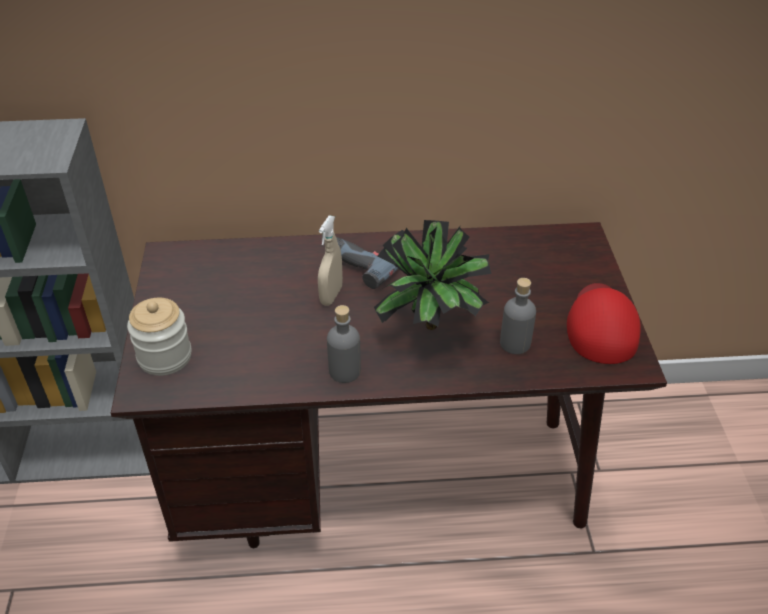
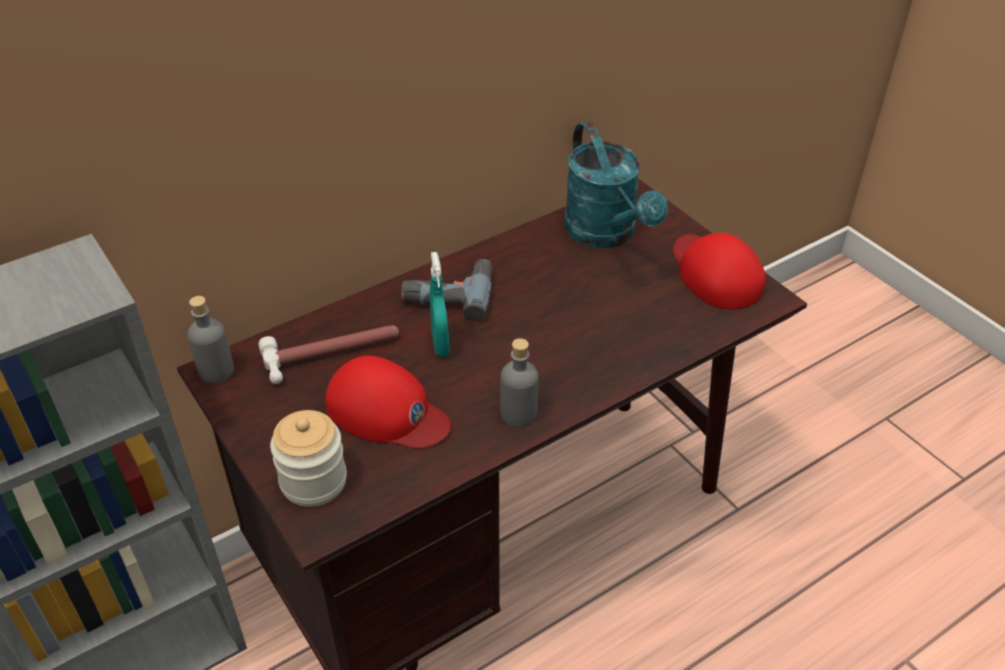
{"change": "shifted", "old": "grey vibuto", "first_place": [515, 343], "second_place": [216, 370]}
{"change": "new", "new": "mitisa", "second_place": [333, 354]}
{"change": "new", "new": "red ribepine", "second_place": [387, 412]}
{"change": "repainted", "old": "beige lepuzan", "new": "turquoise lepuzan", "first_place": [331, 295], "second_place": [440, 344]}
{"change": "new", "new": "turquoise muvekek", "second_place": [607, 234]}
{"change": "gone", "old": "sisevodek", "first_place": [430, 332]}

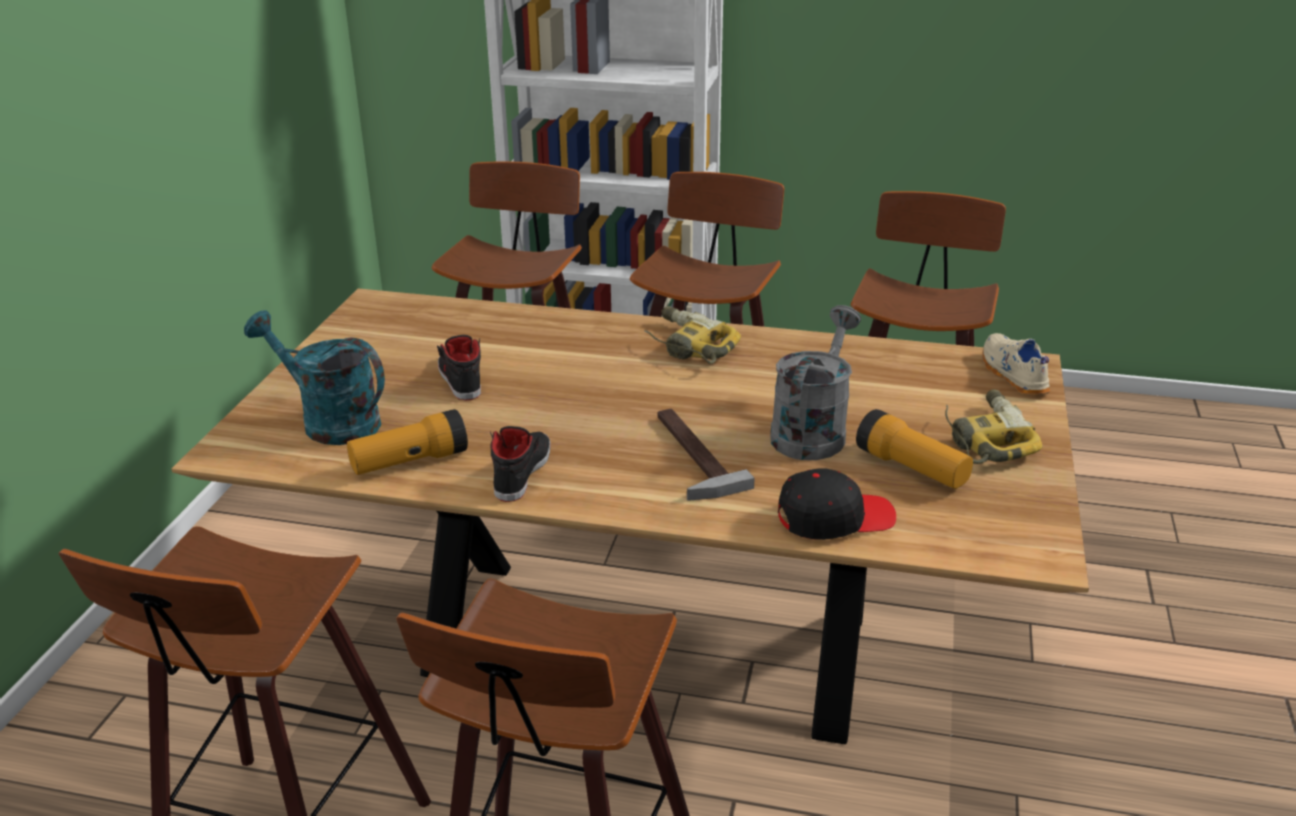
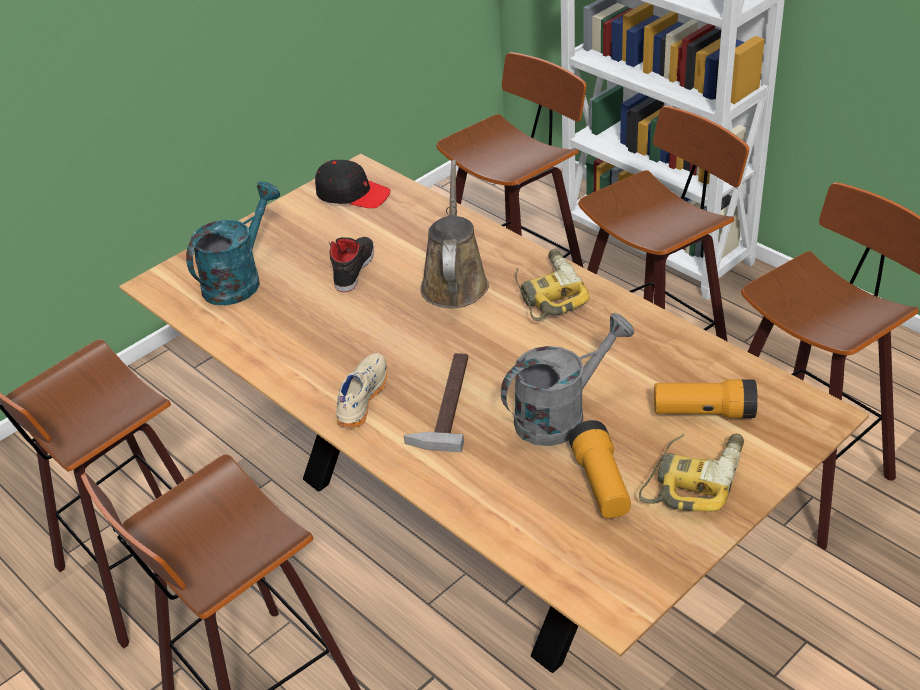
{"change": "rotated", "old": "turquoise muvekek", "first_place": [330, 421], "second_place": [238, 279], "degrees": 60}
{"change": "shifted", "old": "black ribepine", "first_place": [834, 518], "second_place": [352, 194]}
{"change": "shifted", "old": "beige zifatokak", "first_place": [1012, 375], "second_place": [361, 397]}
{"change": "new", "new": "brown muvekek", "second_place": [454, 282]}
{"change": "shifted", "old": "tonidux", "first_place": [410, 462], "second_place": [704, 412]}
{"change": "gone", "old": "black zifatokak", "first_place": [521, 471]}

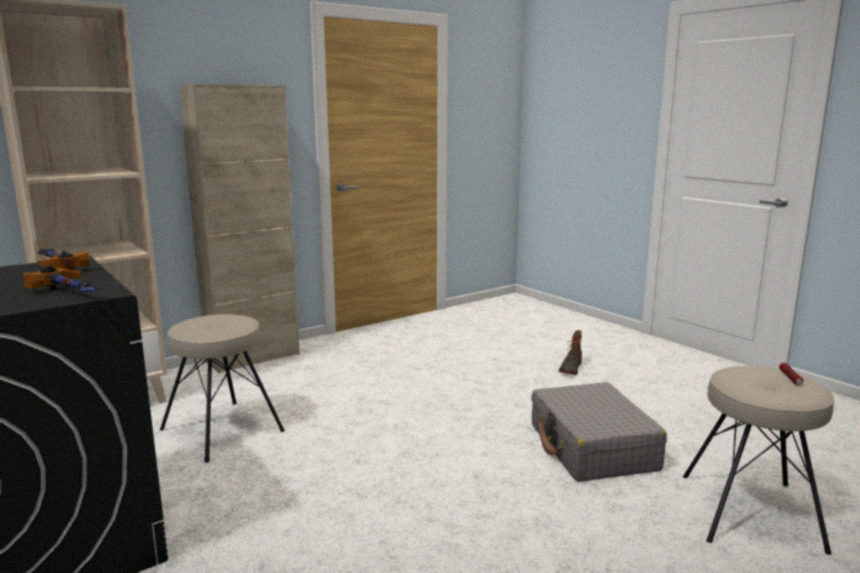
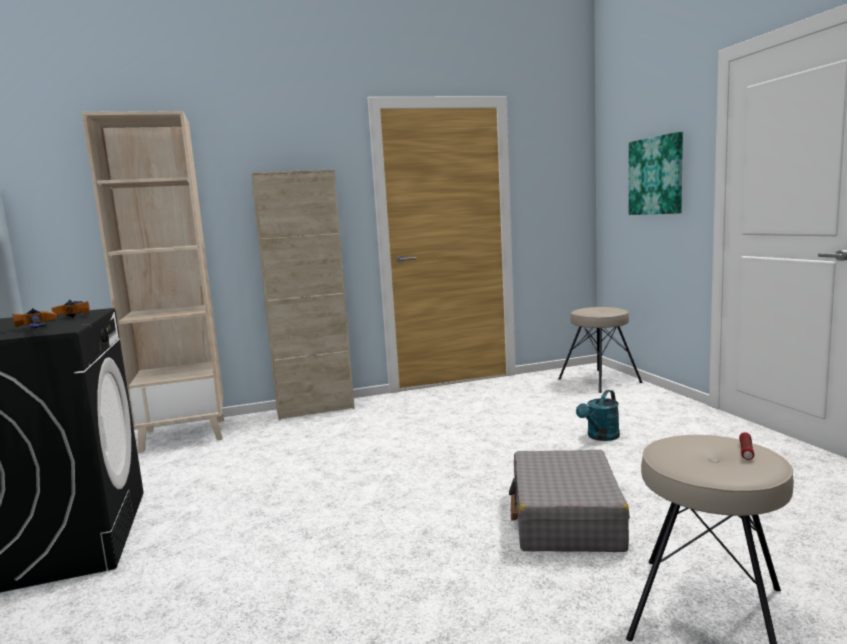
{"change": "shifted", "old": "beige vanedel", "first_place": [223, 429], "second_place": [599, 380]}
{"change": "swapped", "old": "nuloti", "new": "turquoise muvekek", "first_place": [570, 368], "second_place": [600, 437]}
{"change": "new", "new": "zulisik", "second_place": [656, 176]}

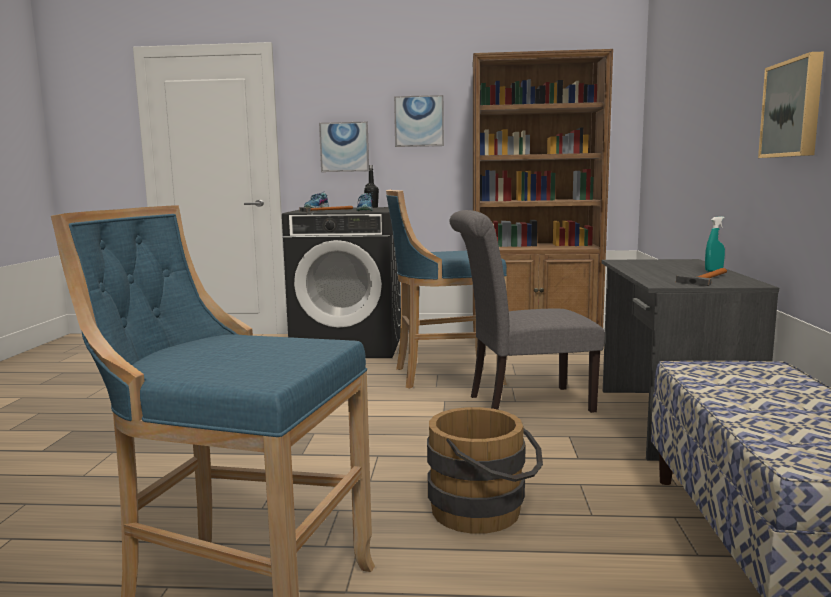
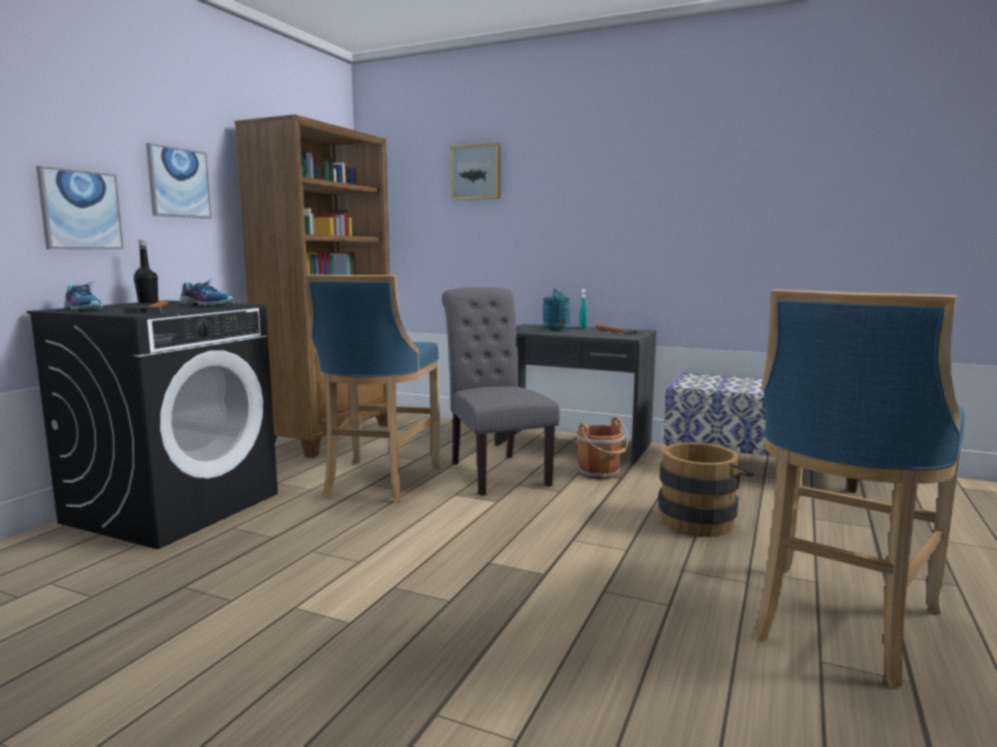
{"change": "rotated", "old": "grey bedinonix", "first_place": [522, 404], "second_place": [495, 471], "degrees": 150}
{"change": "shifted", "old": "zulisik", "first_place": [794, 109], "second_place": [476, 172]}
{"change": "new", "new": "turquoise muvekek", "second_place": [556, 329]}
{"change": "new", "new": "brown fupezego", "second_place": [600, 473]}

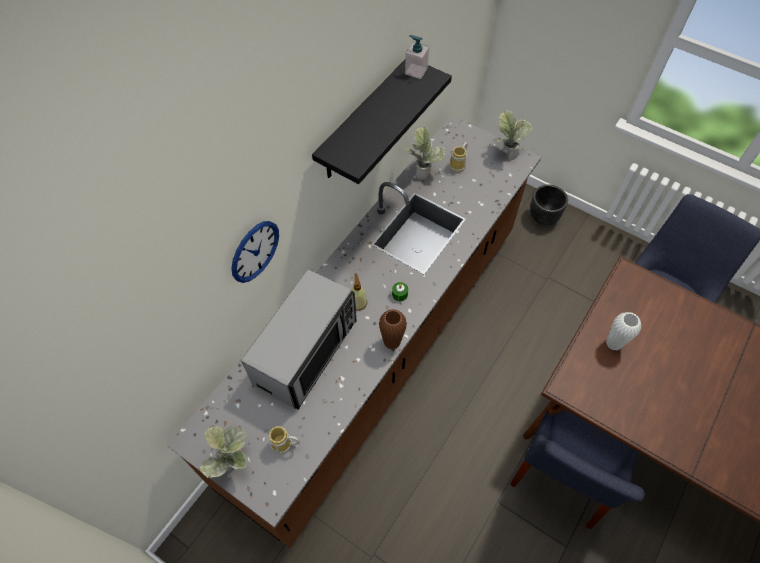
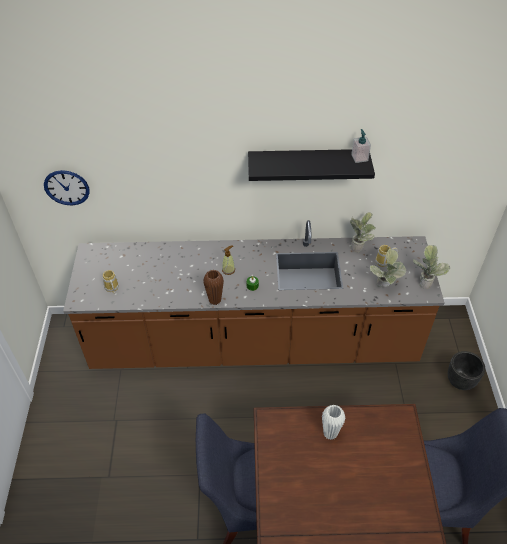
{"change": "shifted", "old": "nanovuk", "first_place": [255, 251], "second_place": [66, 187]}
{"change": "shifted", "old": "sisevodek", "first_place": [234, 463], "second_place": [384, 287]}
{"change": "gone", "old": "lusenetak", "first_place": [307, 352]}

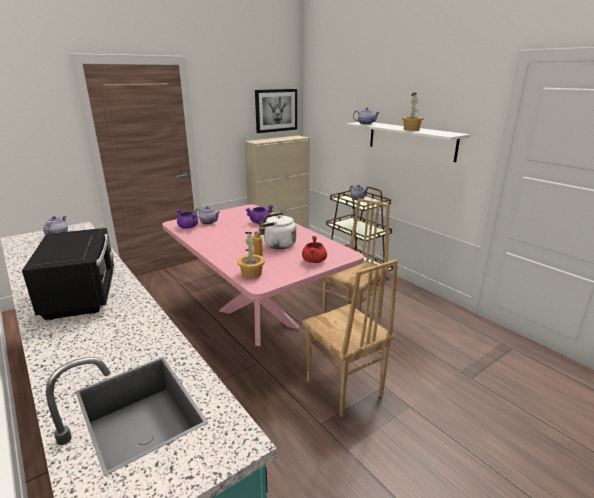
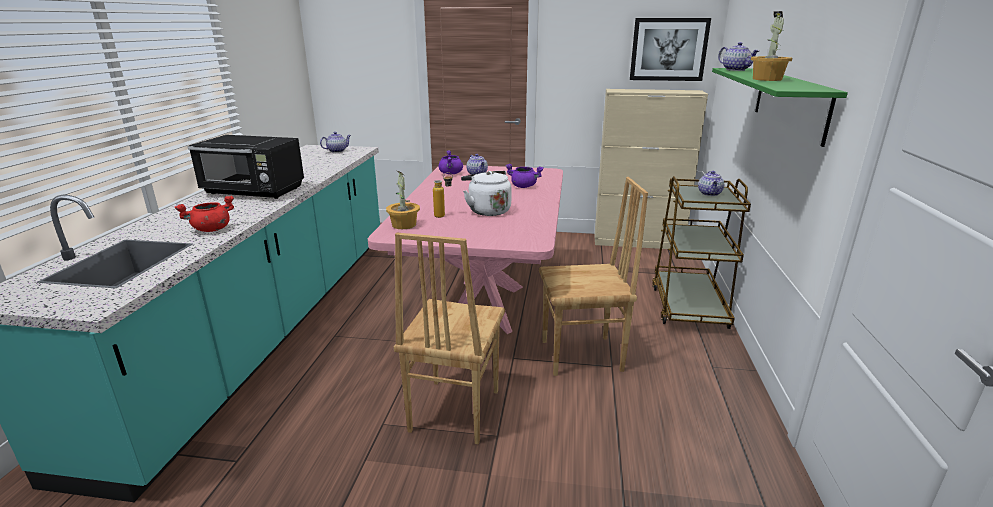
{"change": "shifted", "old": "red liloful", "first_place": [314, 261], "second_place": [211, 229]}
{"change": "rotated", "old": "black lusenetak", "first_place": [82, 295], "second_place": [254, 191], "degrees": 75}
{"change": "repainted", "old": "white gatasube", "new": "green gatasube", "first_place": [410, 140], "second_place": [790, 102]}

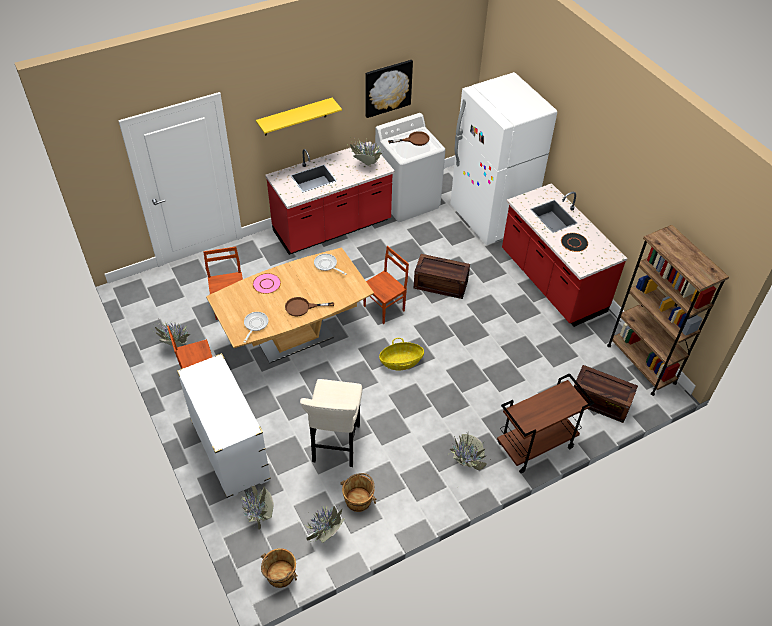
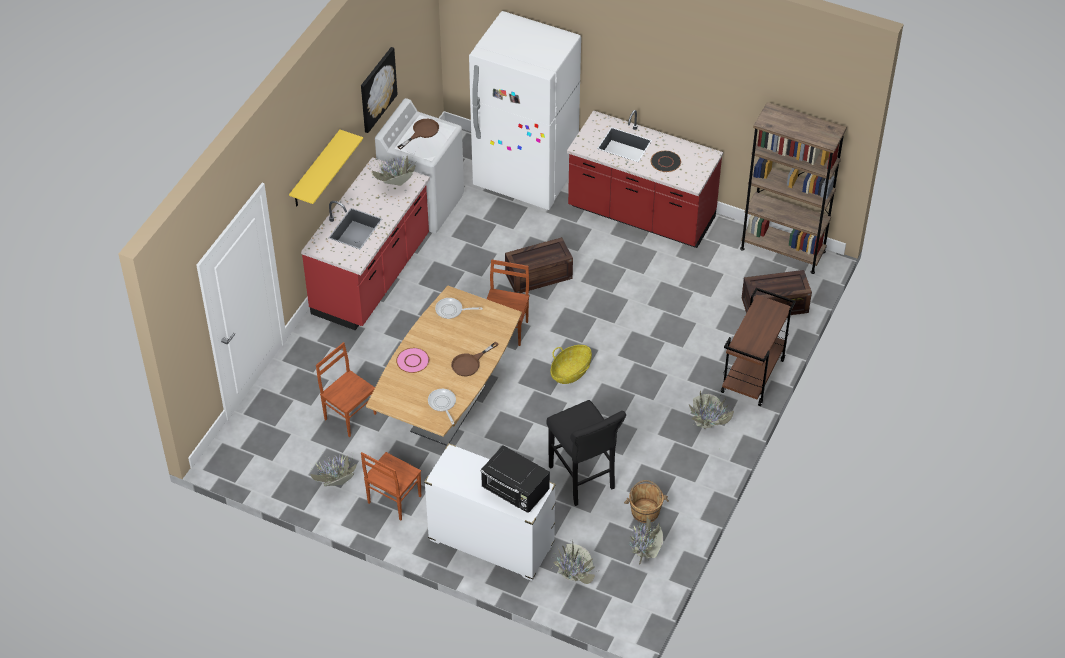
{"change": "new", "new": "black lusenetak", "second_place": [515, 492]}
{"change": "repainted", "old": "beige vanedel", "new": "black vanedel", "first_place": [335, 446], "second_place": [583, 480]}
{"change": "gone", "old": "brown fupezego", "first_place": [280, 575]}

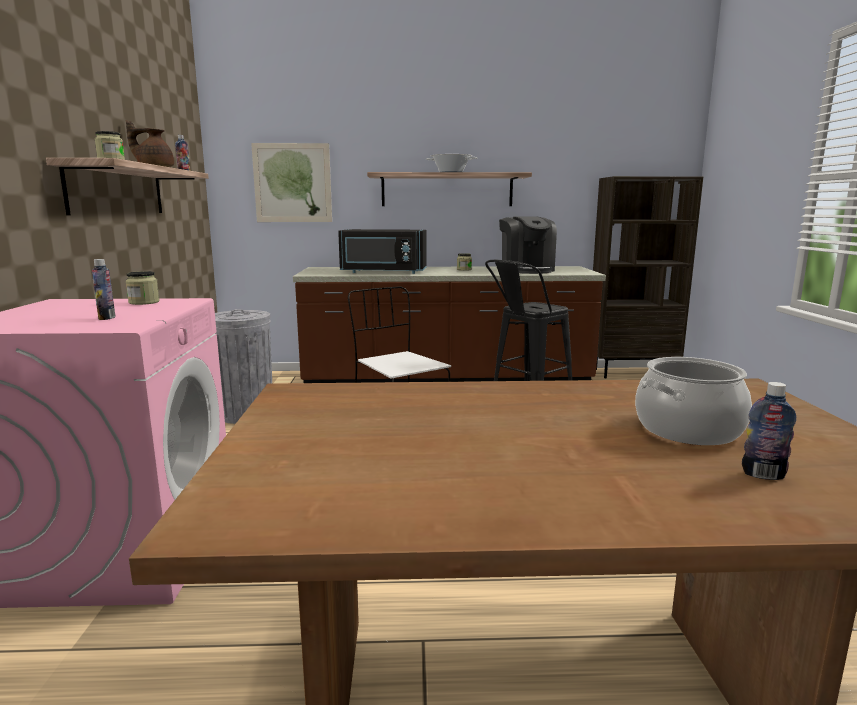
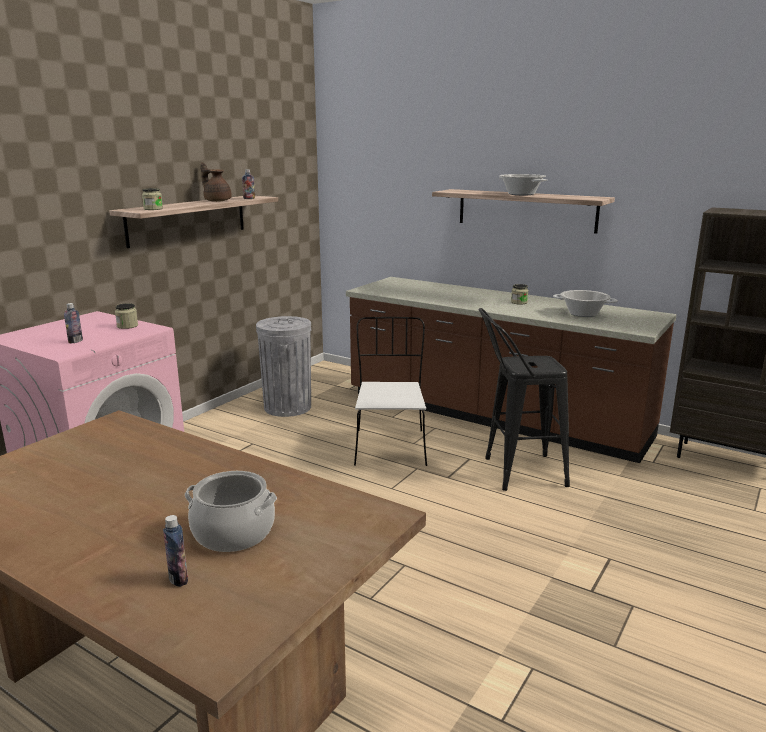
{"change": "swapped", "old": "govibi", "new": "liloful", "first_place": [526, 270], "second_place": [583, 313]}
{"change": "gone", "old": "zulisik", "first_place": [292, 183]}
{"change": "gone", "old": "black lusenetak", "first_place": [383, 272]}

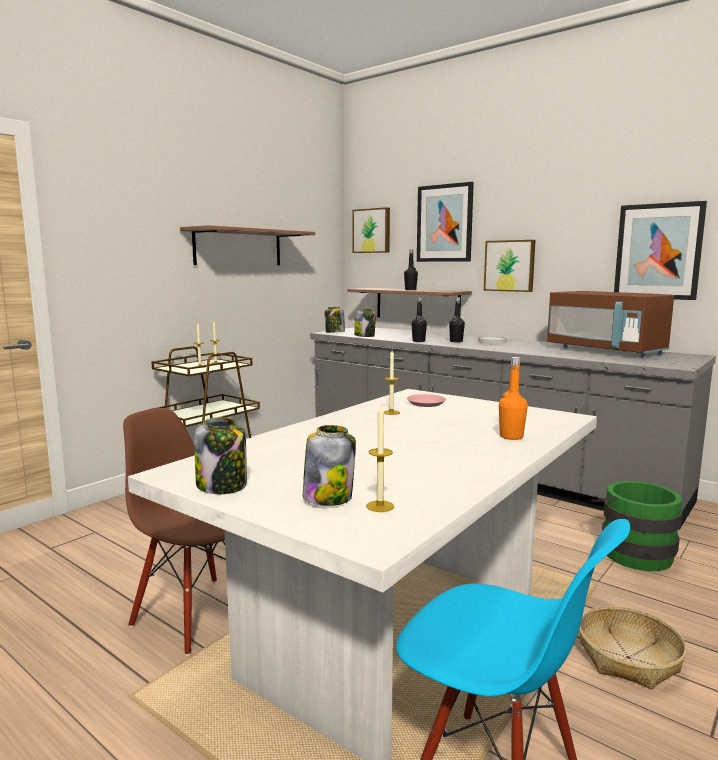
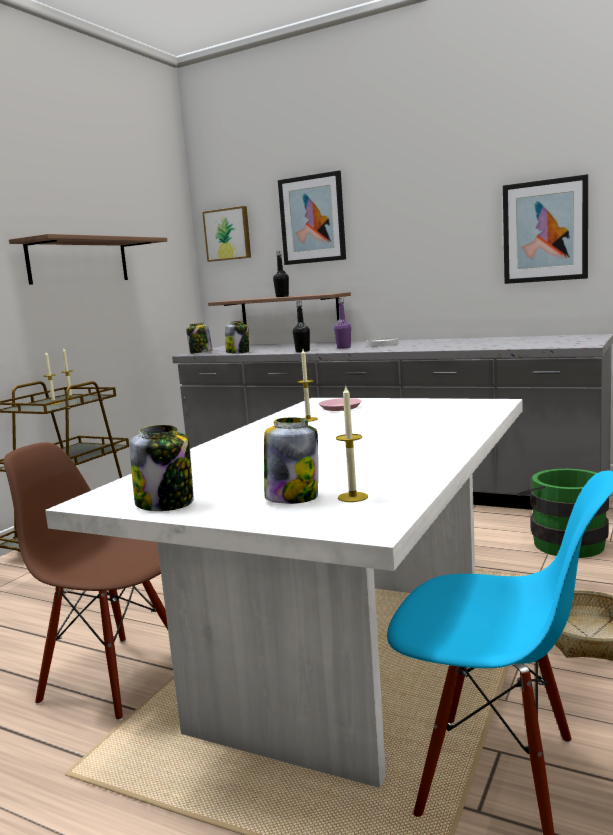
{"change": "repainted", "old": "black vibuto", "new": "purple vibuto", "first_place": [456, 341], "second_place": [343, 347]}
{"change": "gone", "old": "zulisik", "first_place": [510, 266]}
{"change": "gone", "old": "orange vibuto", "first_place": [511, 437]}
{"change": "gone", "old": "brown lusenetak", "first_place": [605, 351]}

